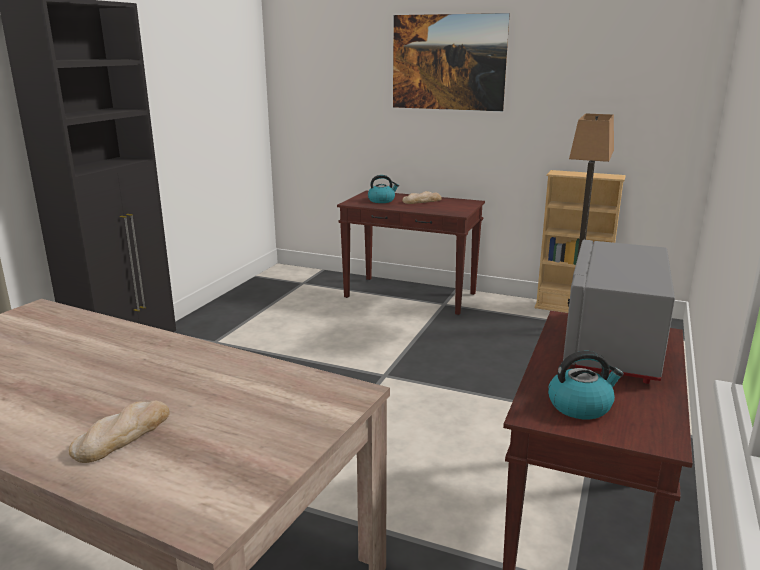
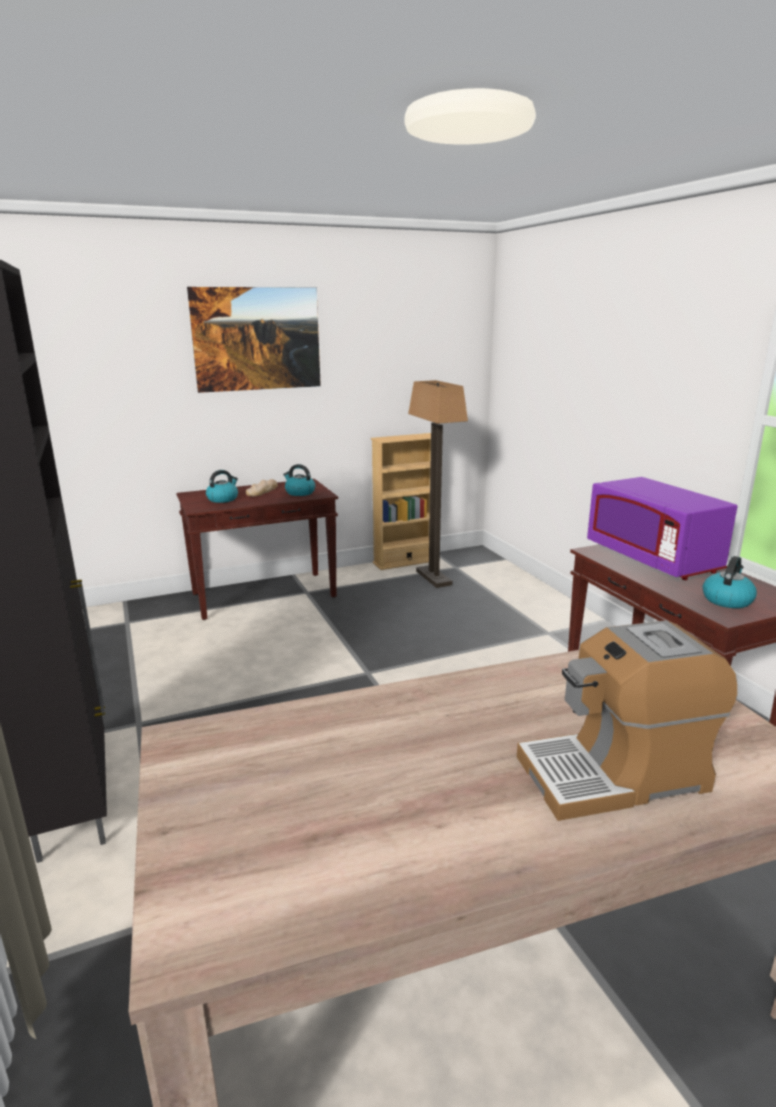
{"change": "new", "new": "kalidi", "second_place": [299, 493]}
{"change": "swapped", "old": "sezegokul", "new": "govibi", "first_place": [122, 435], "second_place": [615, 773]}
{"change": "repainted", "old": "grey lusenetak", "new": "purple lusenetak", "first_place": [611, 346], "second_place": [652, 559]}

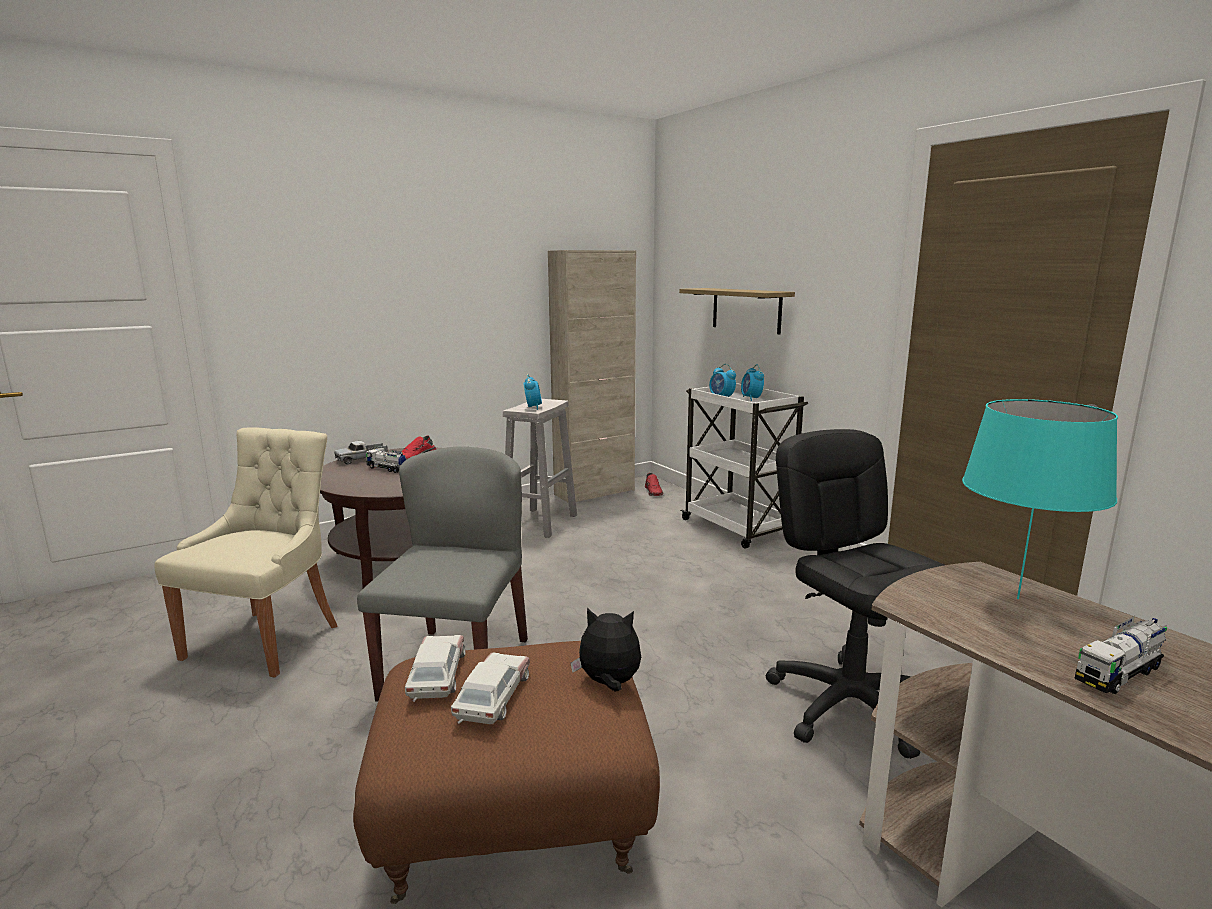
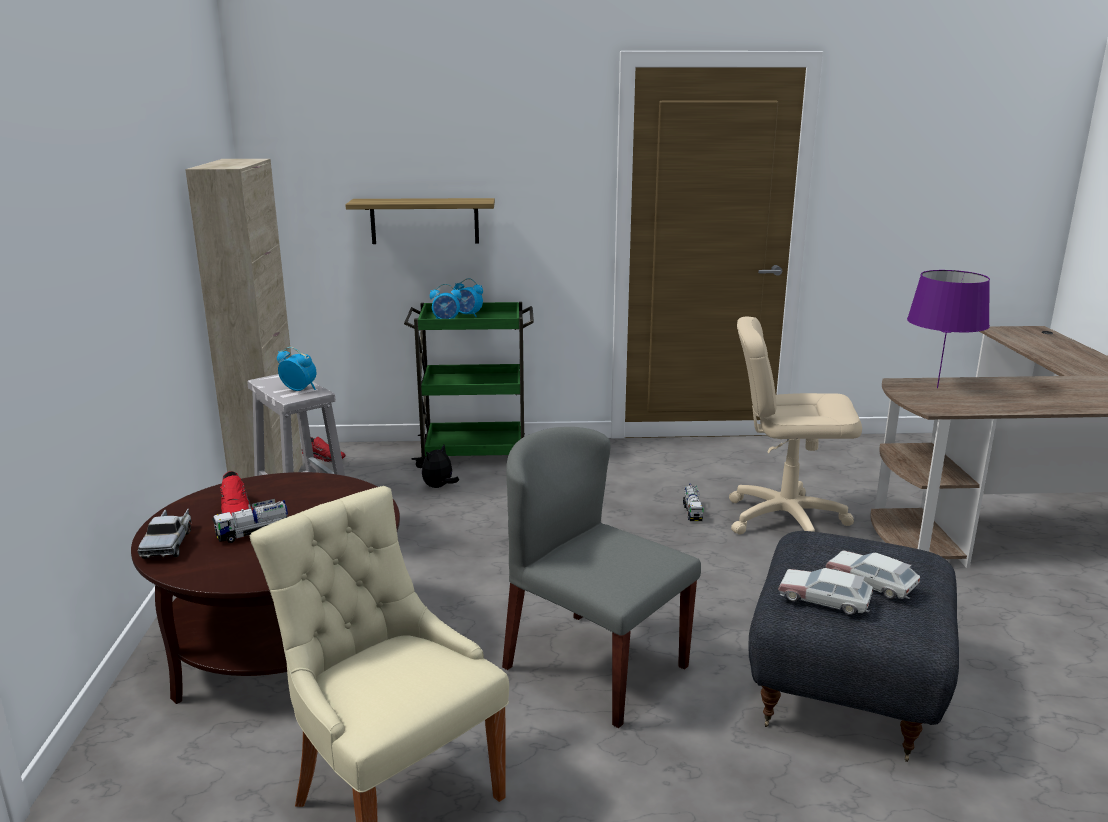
{"change": "repainted", "old": "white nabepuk", "new": "green nabepuk", "first_place": [738, 528], "second_place": [475, 454]}
{"change": "shifted", "old": "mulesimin", "first_place": [609, 684], "second_place": [439, 487]}
{"change": "shifted", "old": "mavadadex", "first_place": [1118, 674], "second_place": [692, 512]}
{"change": "repainted", "old": "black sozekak", "new": "beige sozekak", "first_place": [850, 705], "second_place": [785, 519]}
{"change": "repainted", "old": "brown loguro", "new": "grey loguro", "first_place": [513, 827], "second_place": [847, 688]}
{"change": "repainted", "old": "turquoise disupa", "new": "purple disupa", "first_place": [1018, 599], "second_place": [937, 388]}

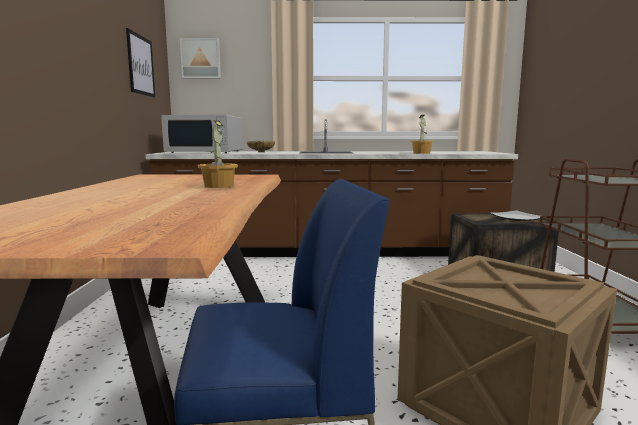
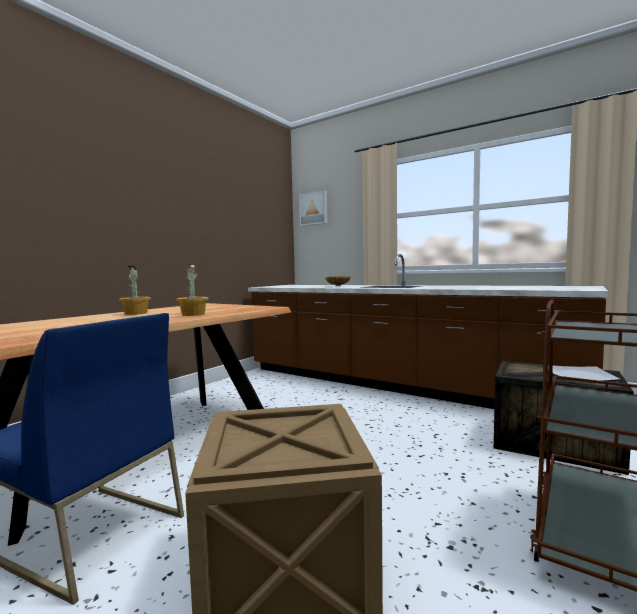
{"change": "shifted", "old": "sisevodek", "first_place": [421, 153], "second_place": [135, 313]}
{"change": "gone", "old": "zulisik", "first_place": [140, 65]}
{"change": "gone", "old": "white lusenetak", "first_place": [206, 152]}

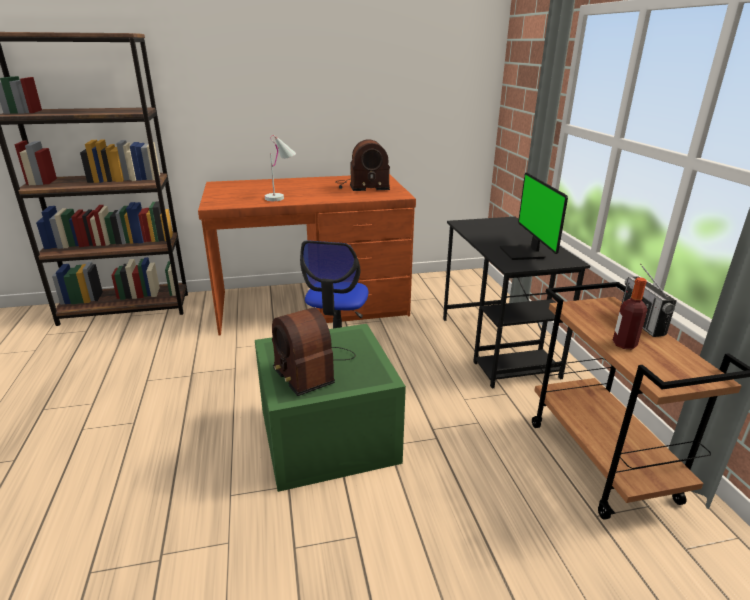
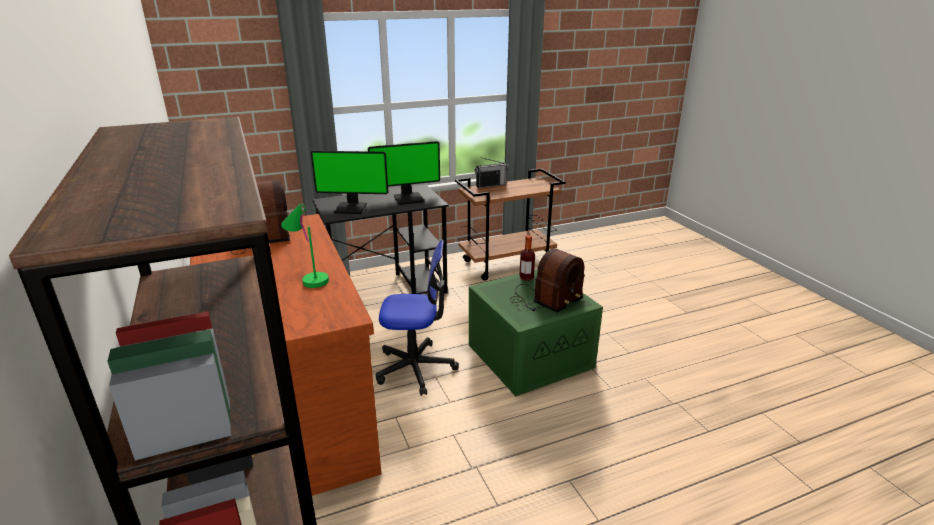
{"change": "repainted", "old": "white disupa", "new": "green disupa", "first_place": [282, 197], "second_place": [308, 278]}
{"change": "new", "new": "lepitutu", "second_place": [351, 208]}
{"change": "shifted", "old": "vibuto", "first_place": [624, 344], "second_place": [526, 277]}

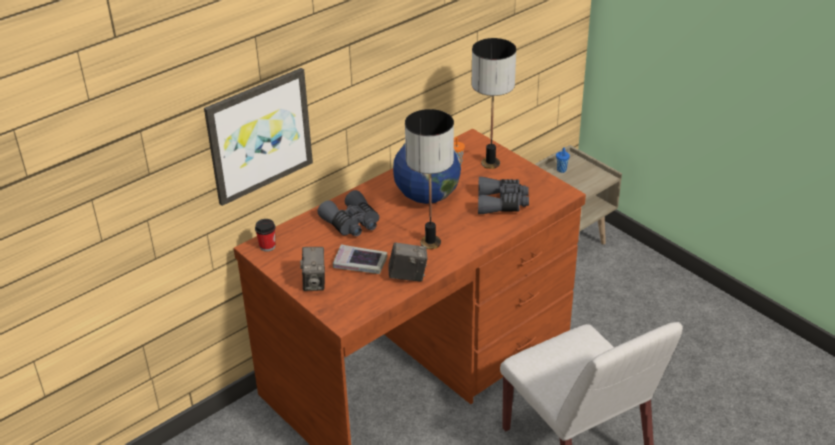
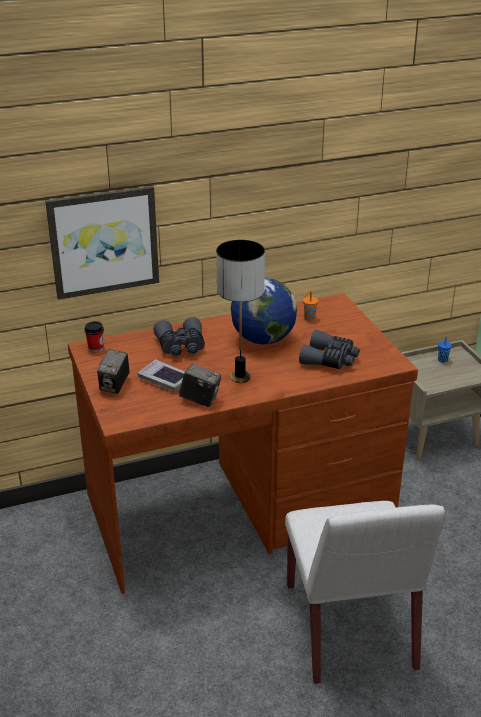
{"change": "gone", "old": "disupa", "first_place": [491, 163]}

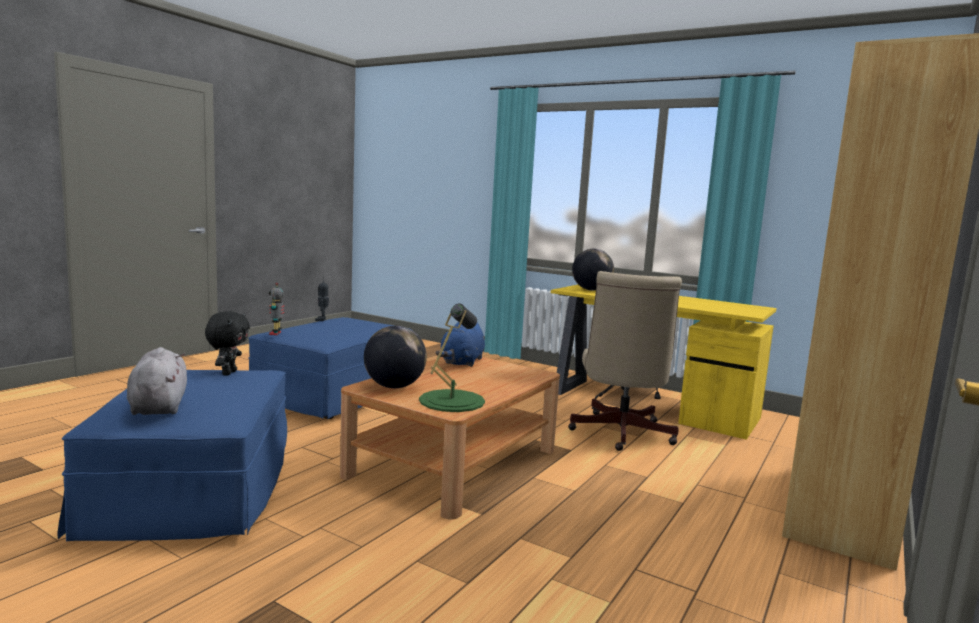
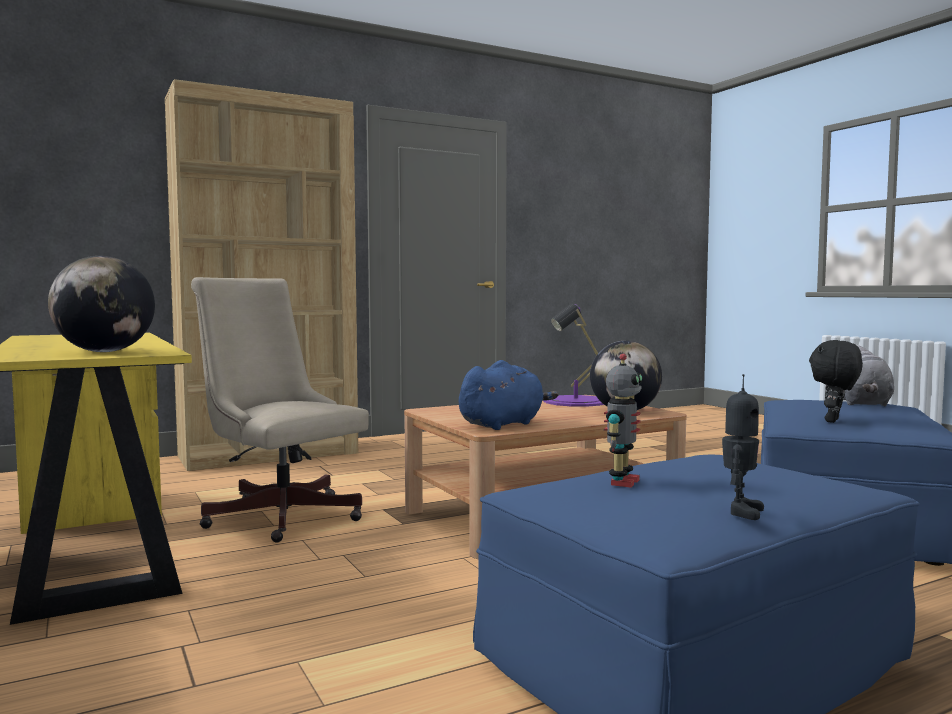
{"change": "rotated", "old": "beige sozekak", "first_place": [620, 434], "second_place": [279, 514], "degrees": -90}
{"change": "repainted", "old": "green disupa", "new": "purple disupa", "first_place": [451, 401], "second_place": [575, 401]}
{"change": "shifted", "old": "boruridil", "first_place": [276, 333], "second_place": [622, 482]}

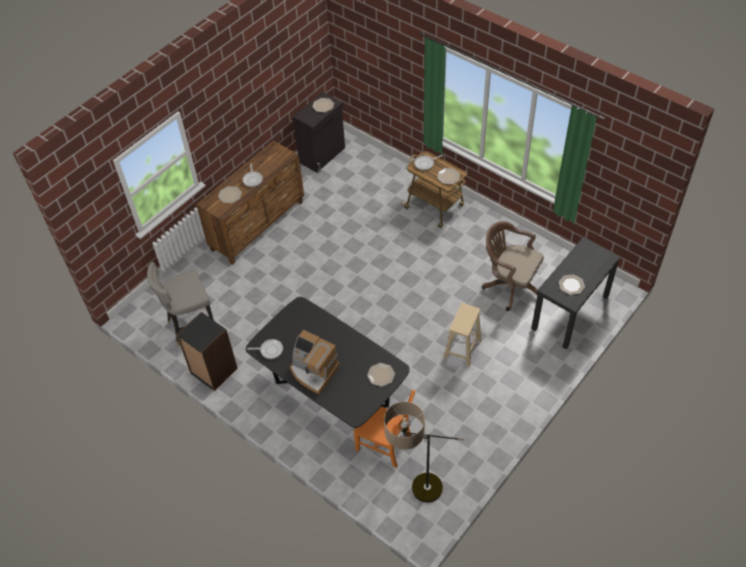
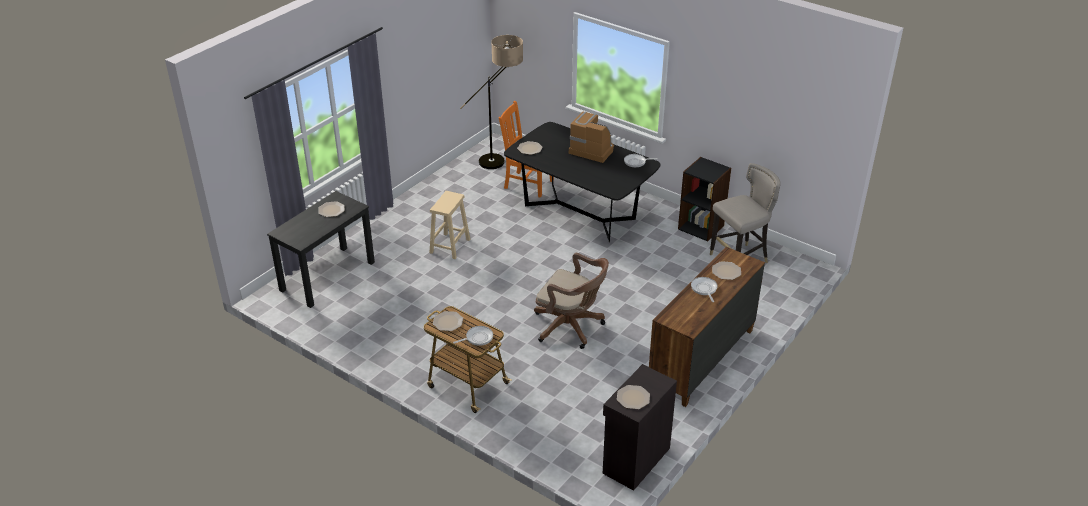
{"change": "shifted", "old": "brown sozekak", "first_place": [510, 285], "second_place": [571, 327]}

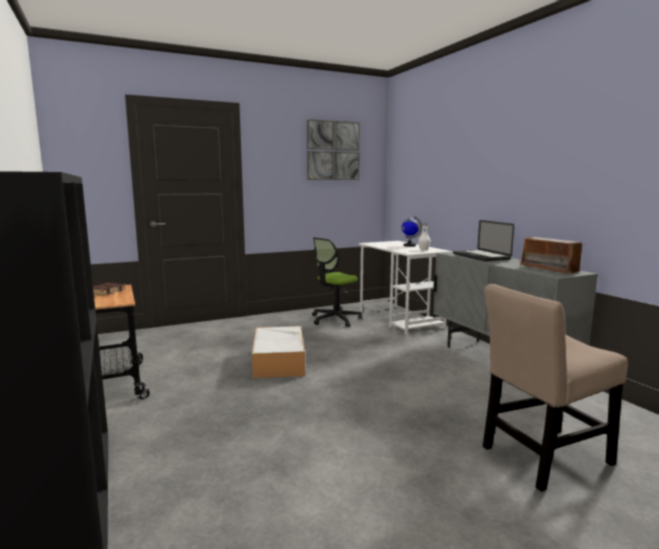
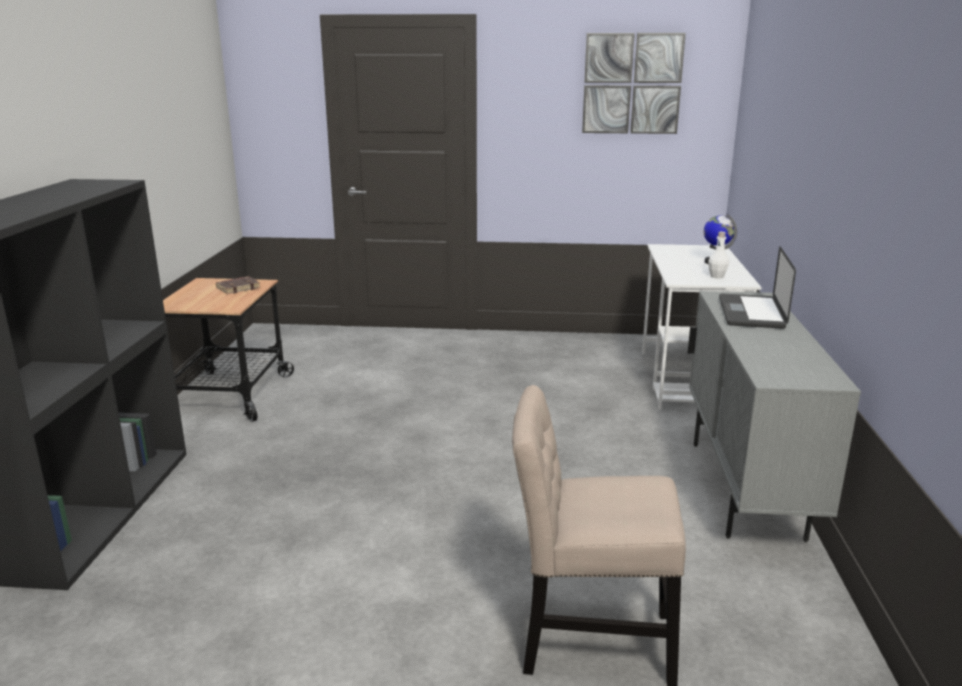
{"change": "gone", "old": "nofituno", "first_place": [278, 360]}
{"change": "gone", "old": "sozekak", "first_place": [335, 319]}
{"change": "gone", "old": "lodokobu", "first_place": [549, 269]}

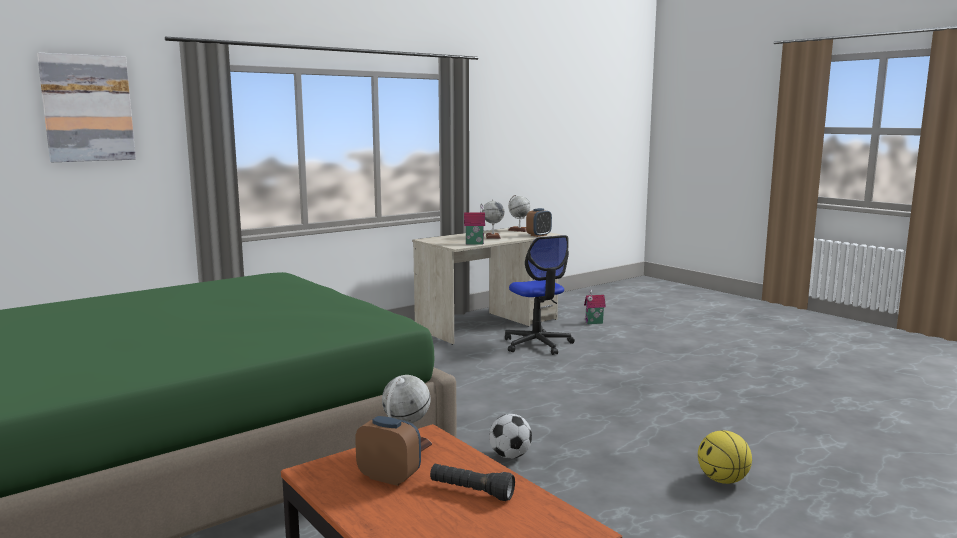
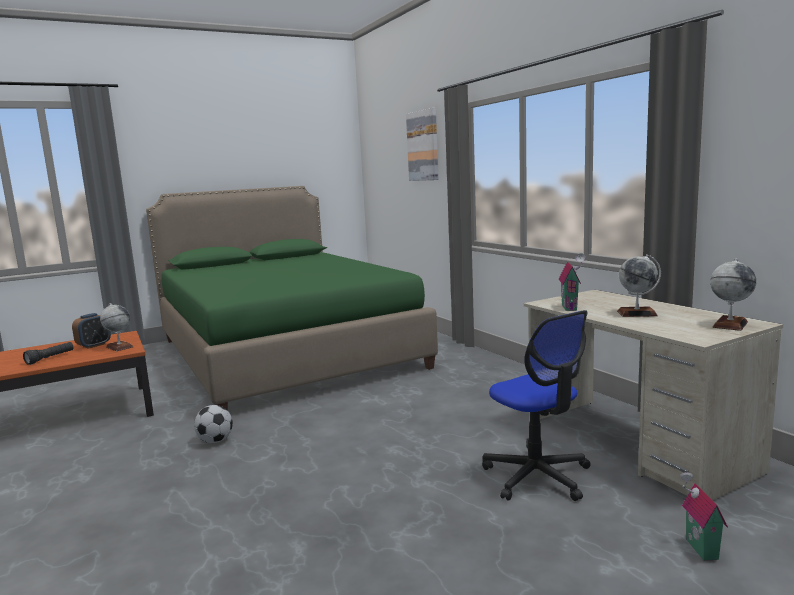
{"change": "rotated", "old": "sozekak", "first_place": [537, 344], "second_place": [537, 476], "degrees": -105}
{"change": "gone", "old": "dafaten", "first_place": [539, 235]}
{"change": "gone", "old": "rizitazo", "first_place": [722, 480]}

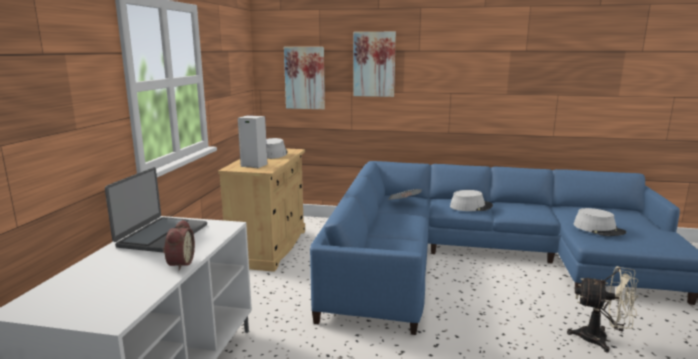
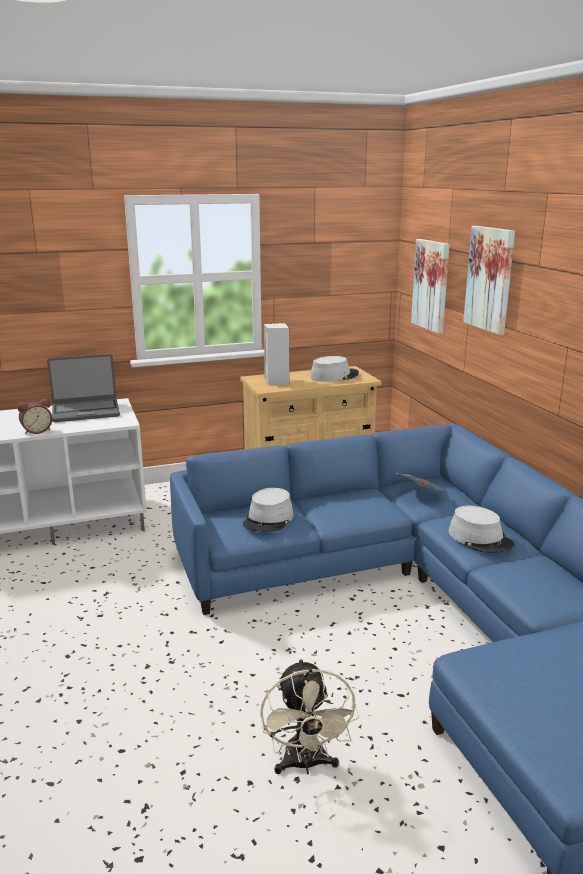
{"change": "shifted", "old": "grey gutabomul", "first_place": [598, 229], "second_place": [268, 519]}

